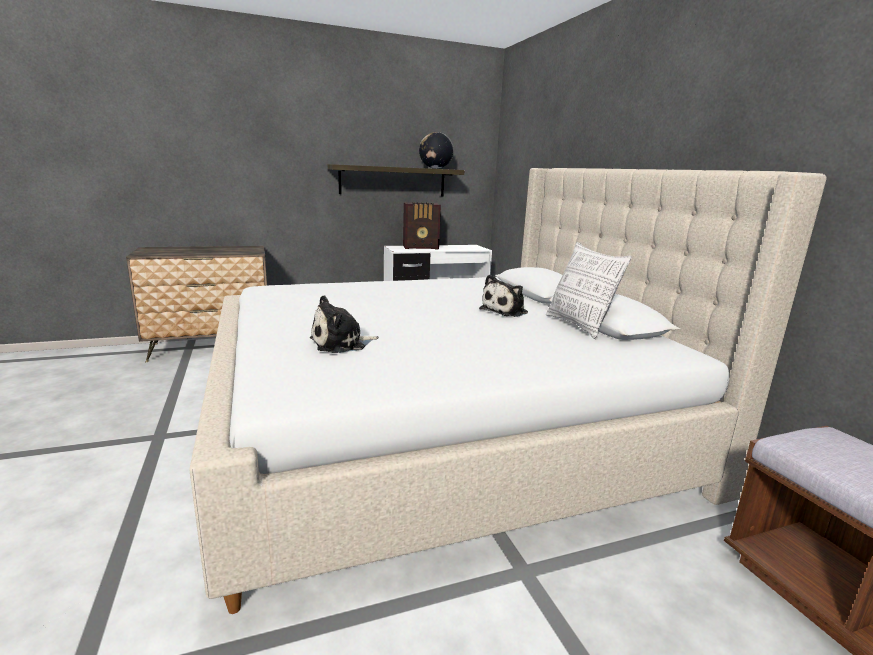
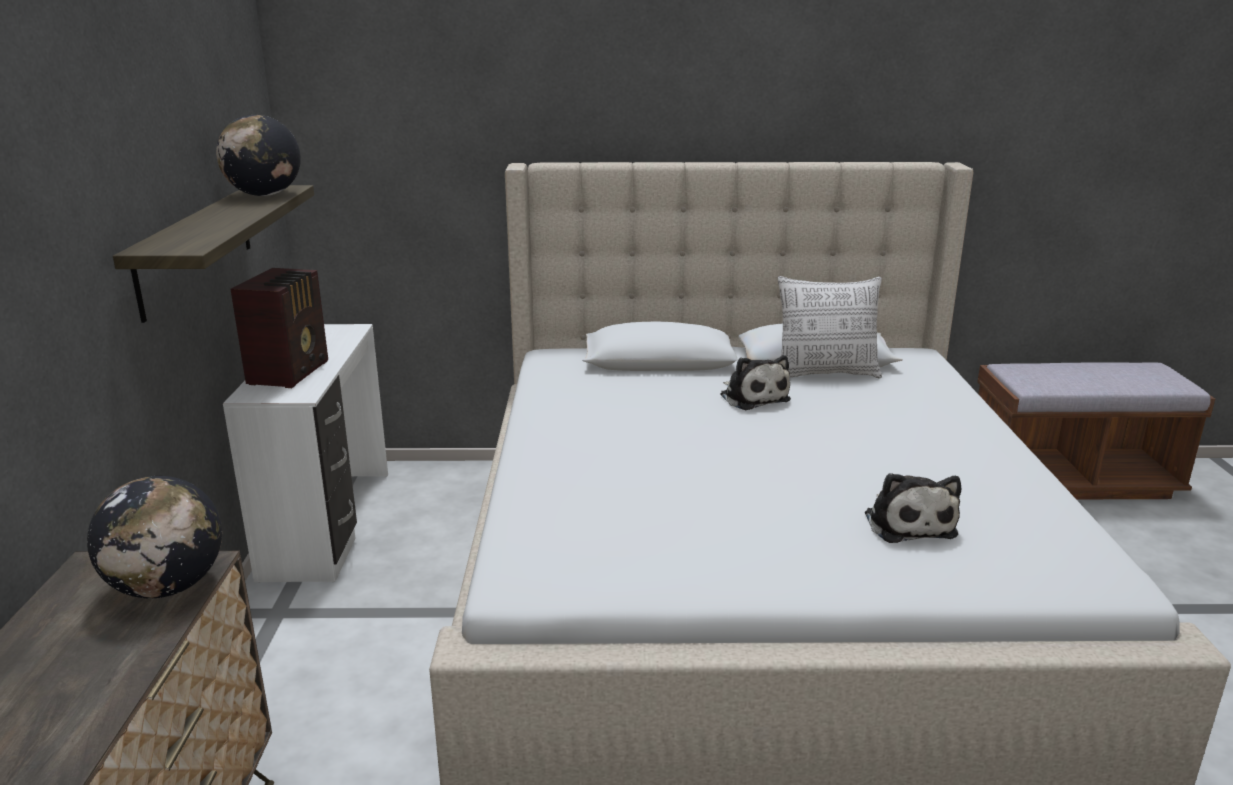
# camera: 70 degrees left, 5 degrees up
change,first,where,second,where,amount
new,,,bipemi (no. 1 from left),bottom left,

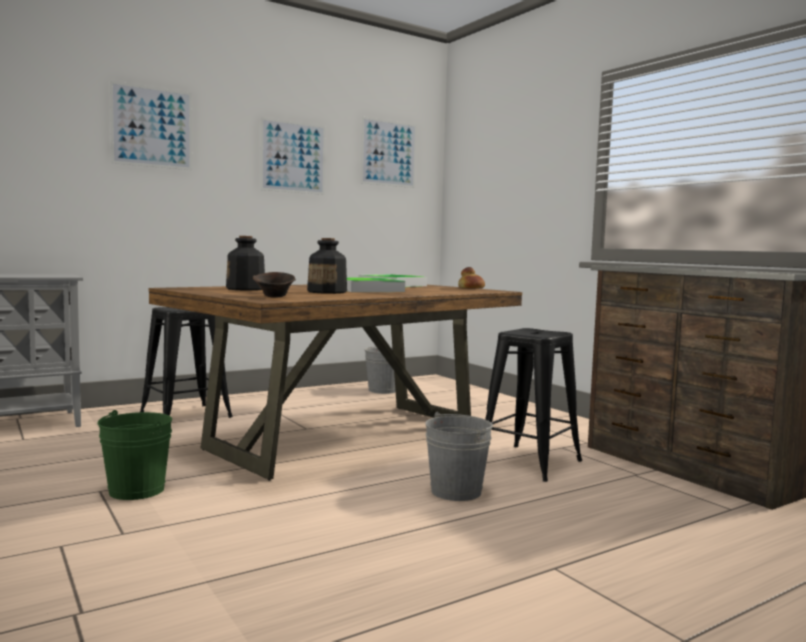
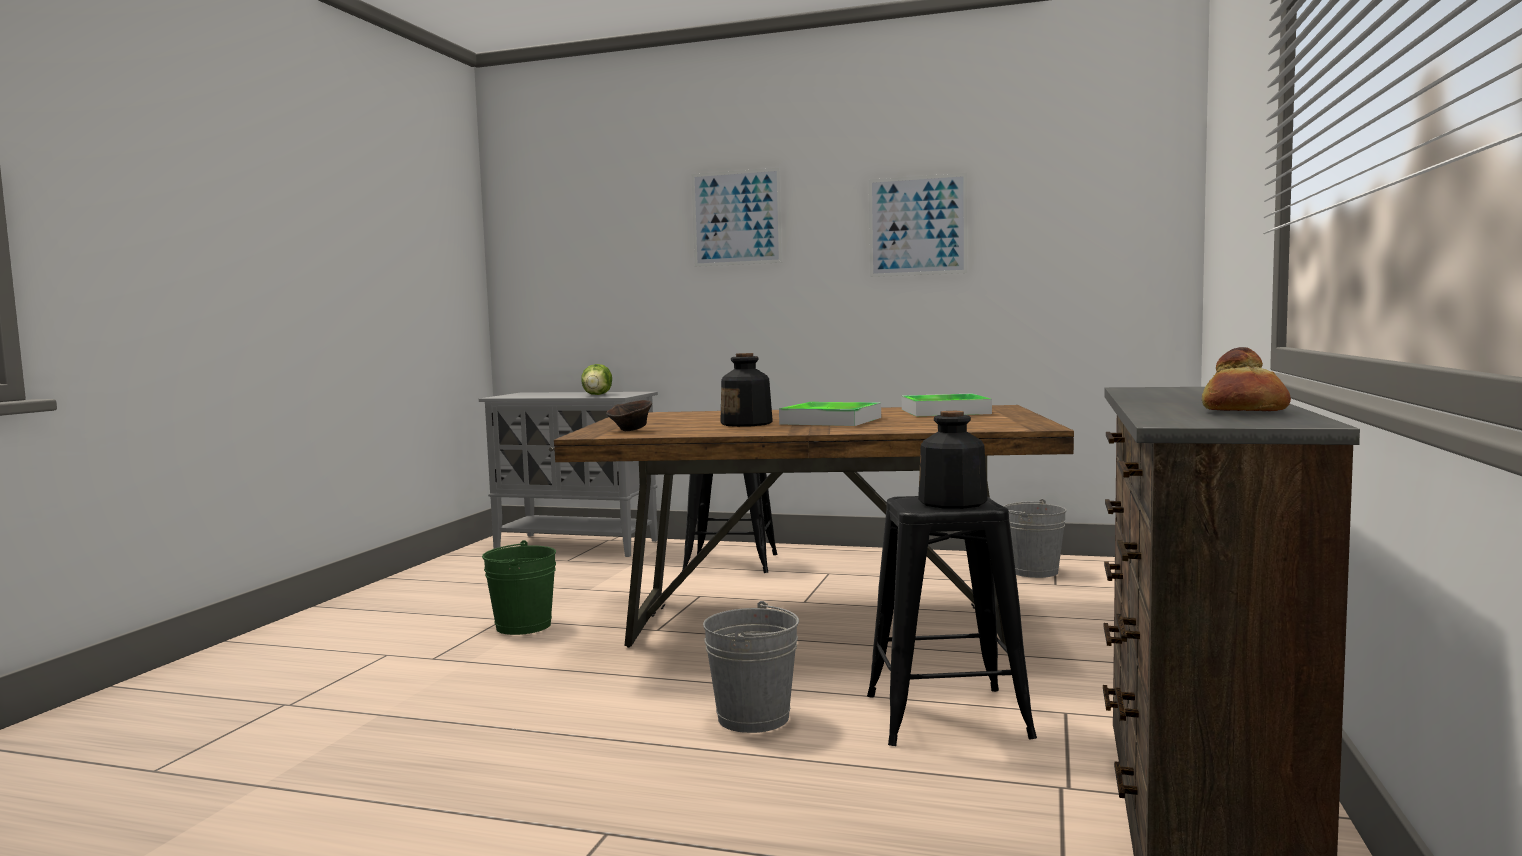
# camera: 50 degrees right, 0 degrees up
change,first,where,second,where,amount
gone,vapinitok (no. 3 from left),top centre,,,
shifted,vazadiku (no. 1 from left in the first image),middle left,vazadiku (no. 2 from left),centre,
shifted,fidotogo,centre,,middle right,
new,,,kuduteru,centre,

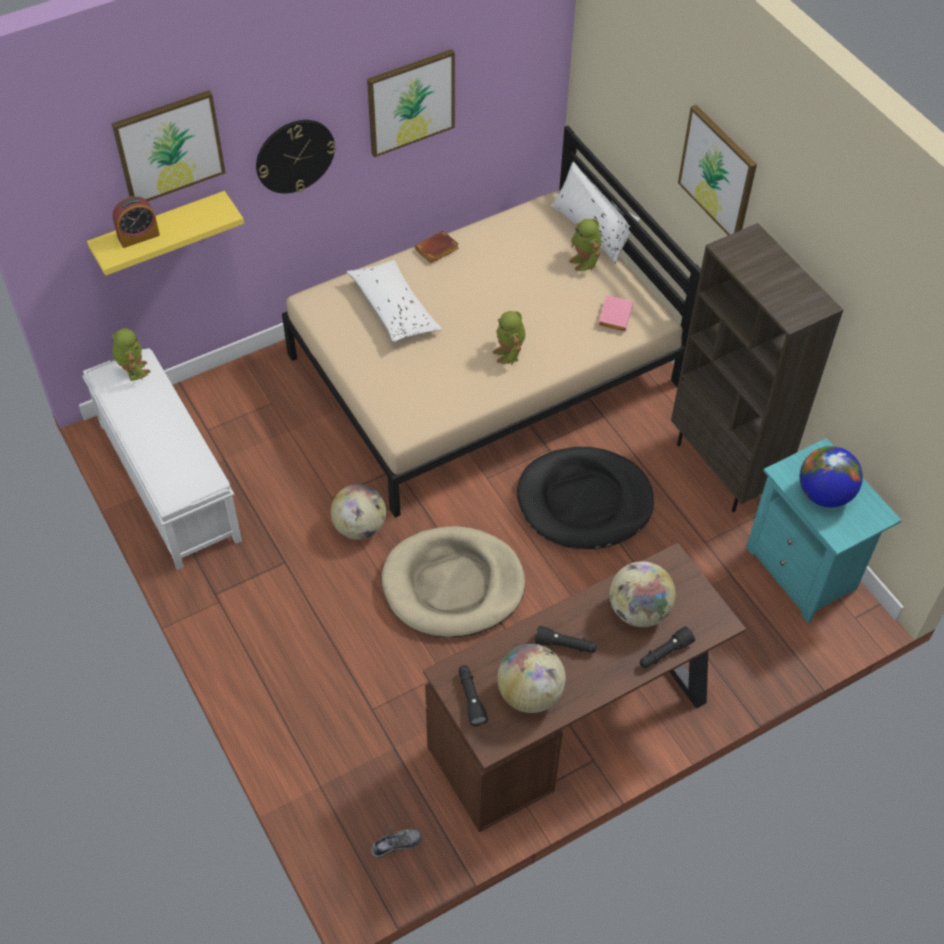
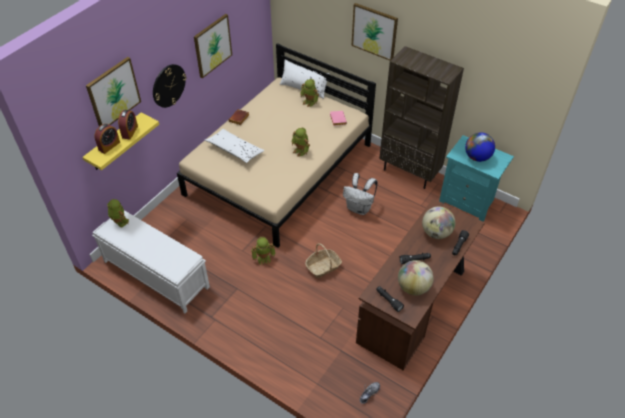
# camera: 25 degrees left, 5 degrees down
change,first,where,second,where,amount
swapped,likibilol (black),centre,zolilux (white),centre,
swapped,bipemi (no. 1 from left),centre,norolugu (no. 2 from left),centre,
swapped,likibilol (beige),centre,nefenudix,centre,
new,,,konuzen (no. 2 from left),top left,

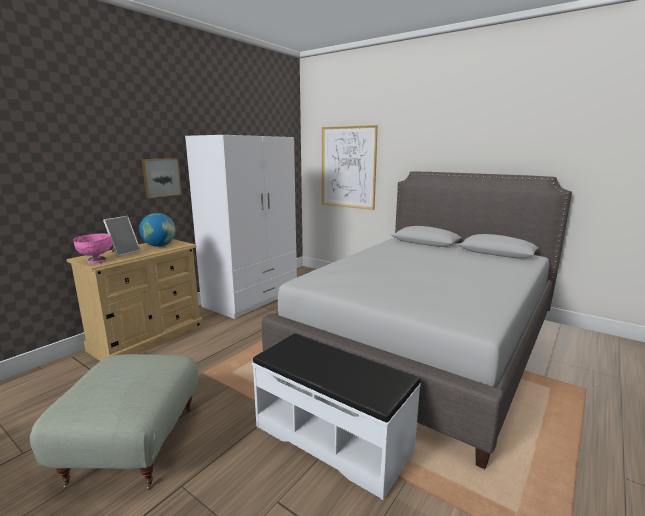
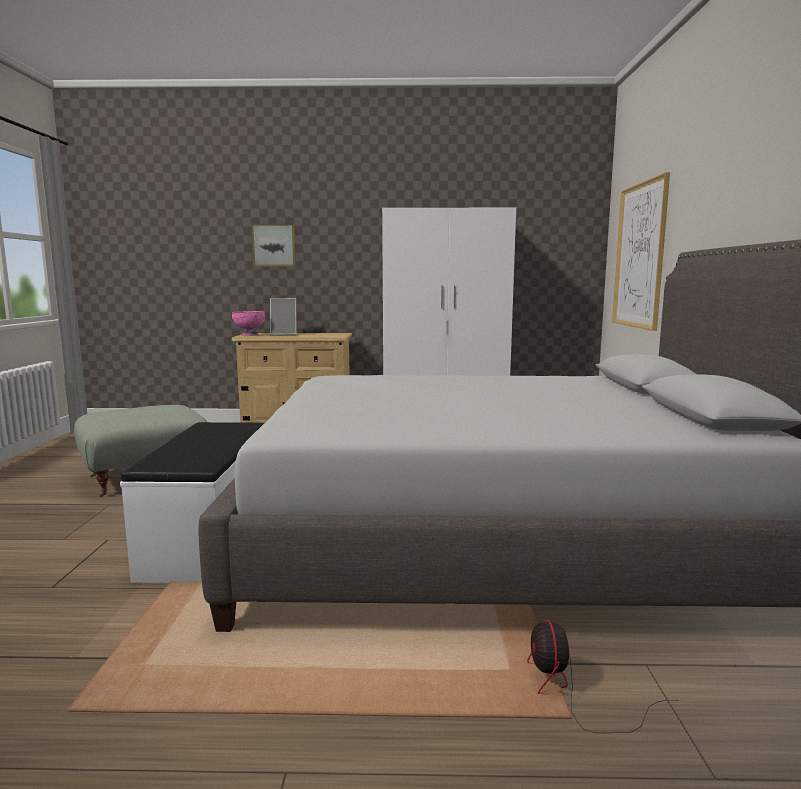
# camera: 55 degrees right, 5 degrees down
change,first,where,second,where,amount
shifted,vapinitok (no. 1 from left),middle left,,top centre,
gone,bipemi,middle left,,,
new,,,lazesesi,bottom right,

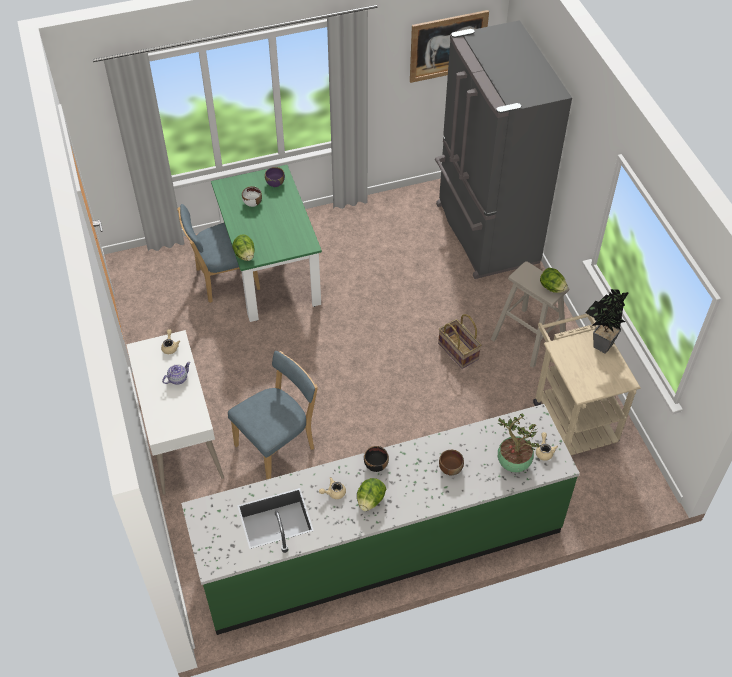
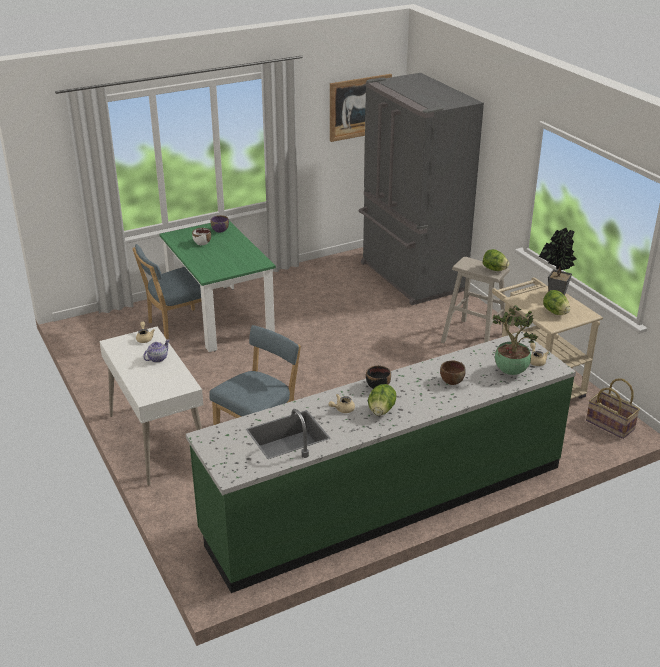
# camera: 10 degrees left, 20 degrees down
change,first,where,second,where,amount
shifted,kuduteru (no. 1 from left in the first image),middle left,kuduteru (no. 3 from left),middle right,
shifted,nefenudix,centre,,middle right,

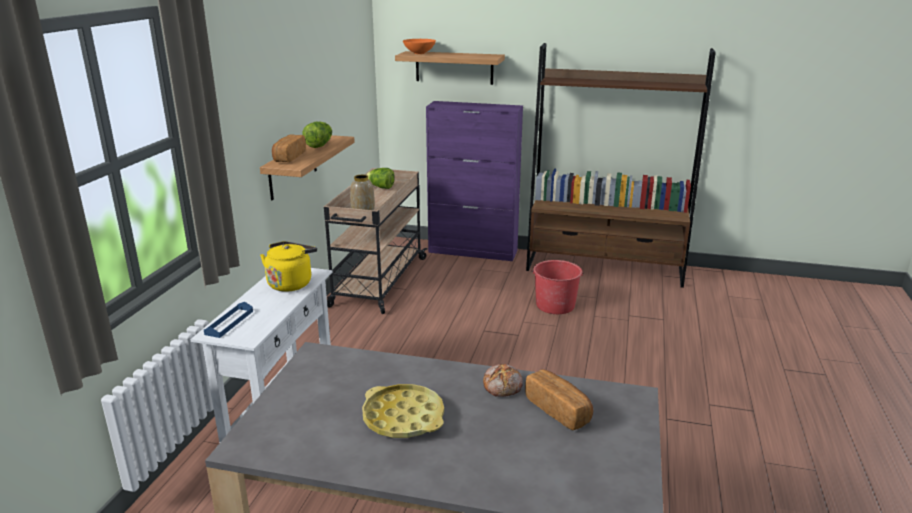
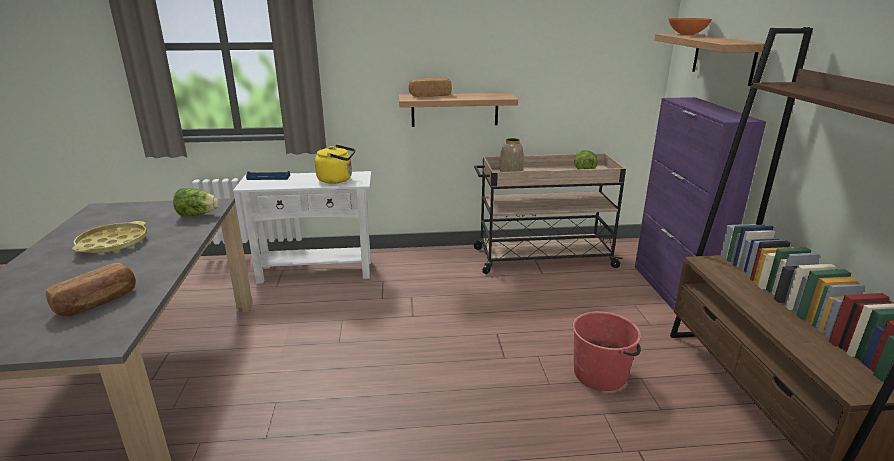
# camera: 70 degrees right, 0 degrees up
change,first,where,second,where,amount
shifted,kuduteru (no. 1 from left),top centre,,middle left,
gone,fidotogo (no. 2 from left),bottom centre,,,

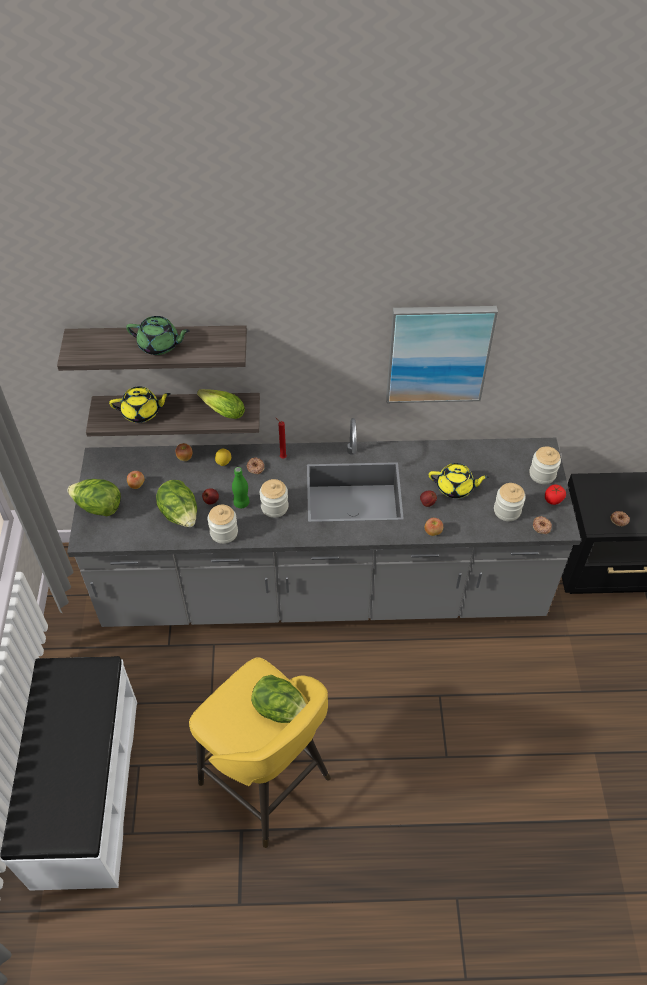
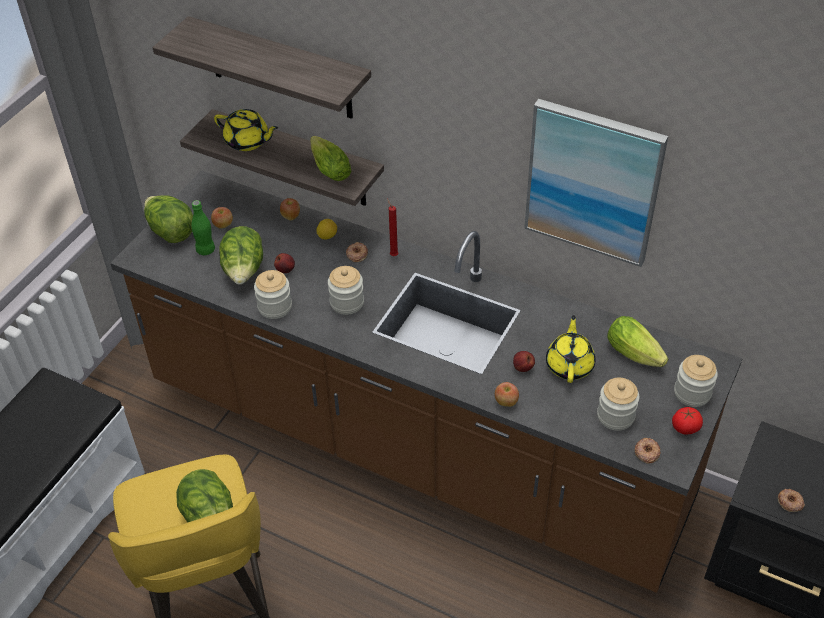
# camera: 30 degrees right, 5 degrees down
change,first,where,second,where,amount
gone,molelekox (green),middle left,,,
repainted,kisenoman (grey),centre,kisenoman (brown),centre,
rotated,molelekox (yellow) (no. 2 from left),middle right,,middle right,120 degrees counterclockwise
shifted,vazadiku (green),centre,,middle left,
new,,,kuduteru (no. 5 from left),middle right,

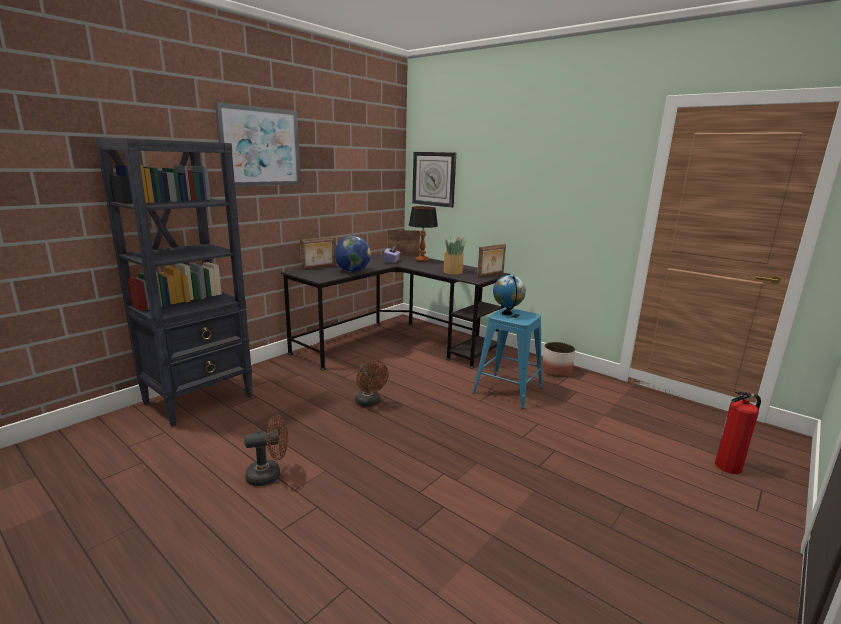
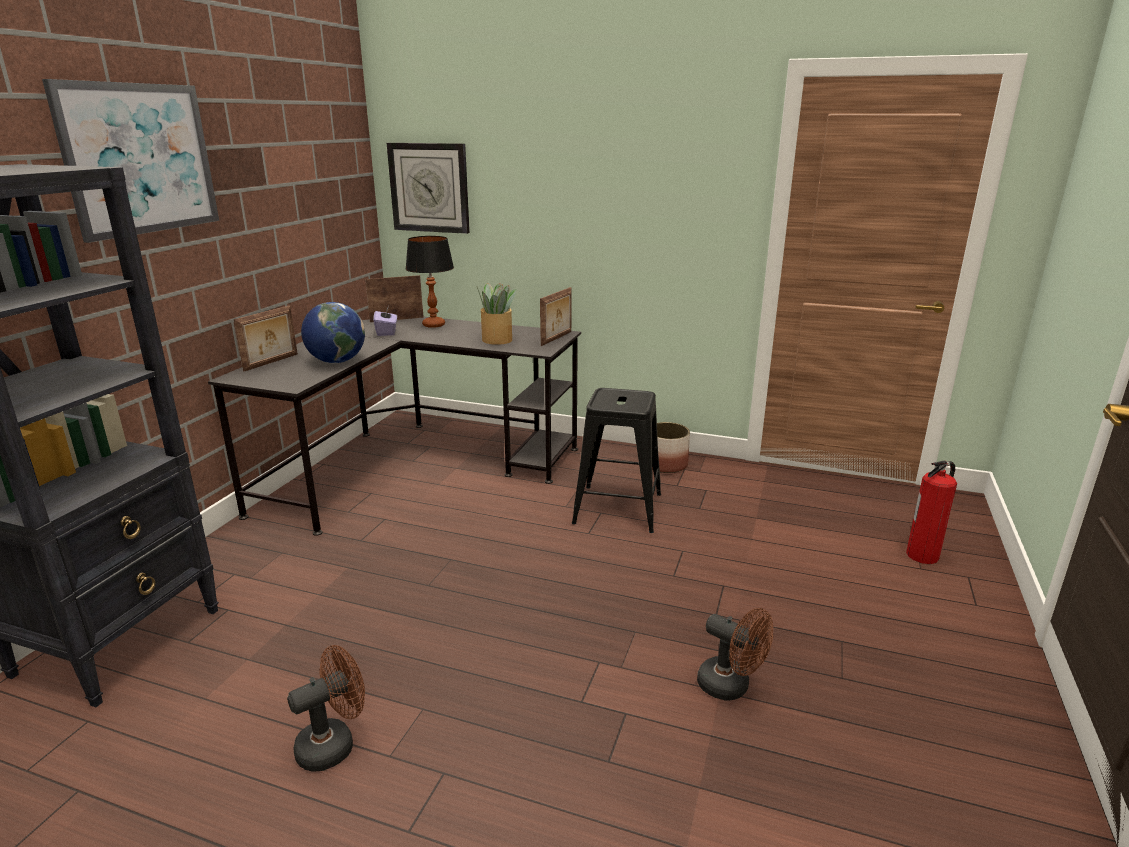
# camera: 20 degrees left, 5 degrees up
change,first,where,second,where,amount
gone,bipemi (no. 2 from left),centre,,,
repainted,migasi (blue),centre,migasi (black),centre,
shifted,lazesesi (brown) (no. 2 from left),centre,,bottom centre,

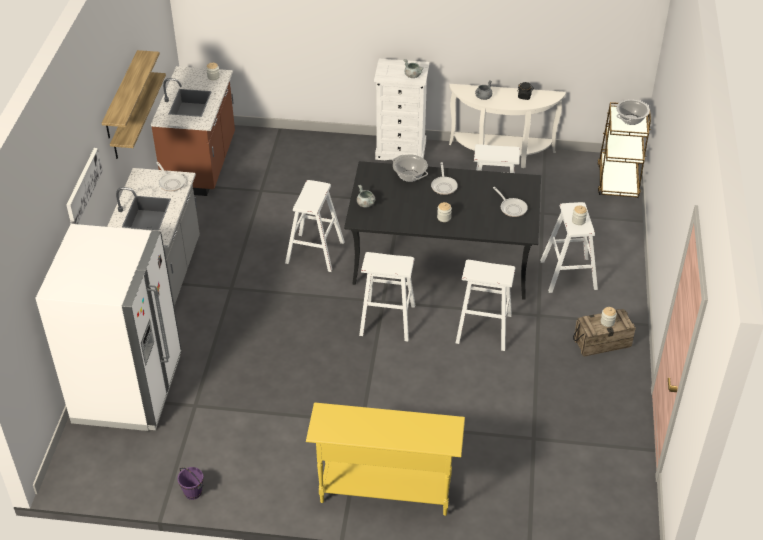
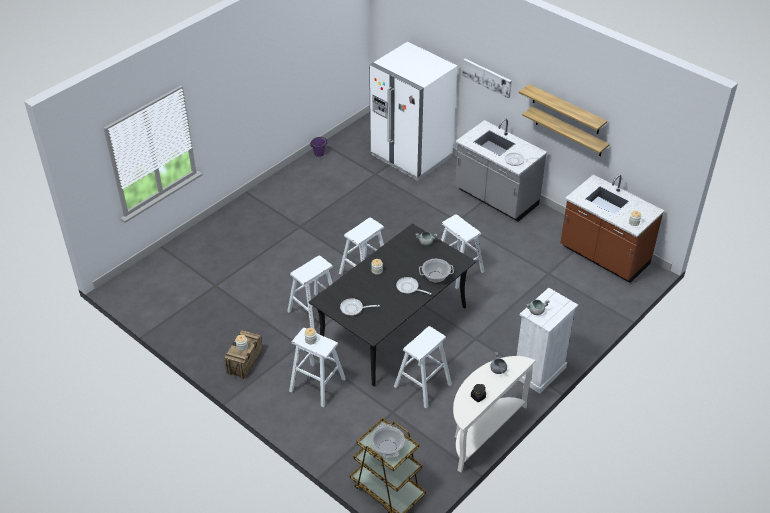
# camera: 125 degrees right, 0 degrees up
change,first,where,second,where,amount
gone,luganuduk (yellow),bottom centre,,,

